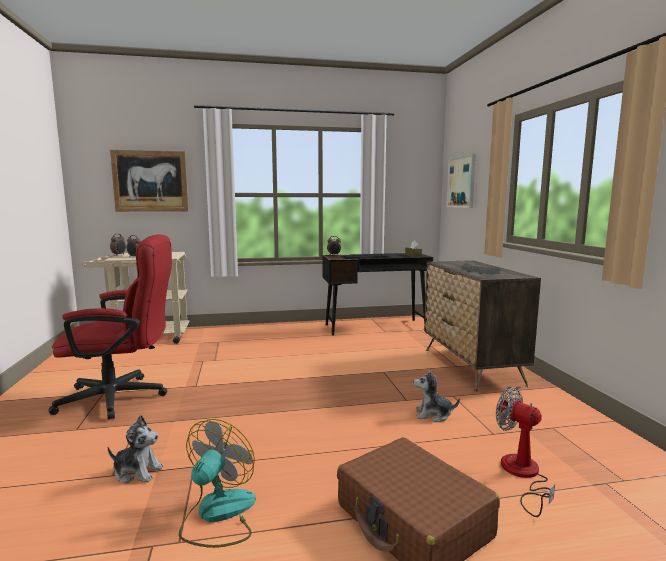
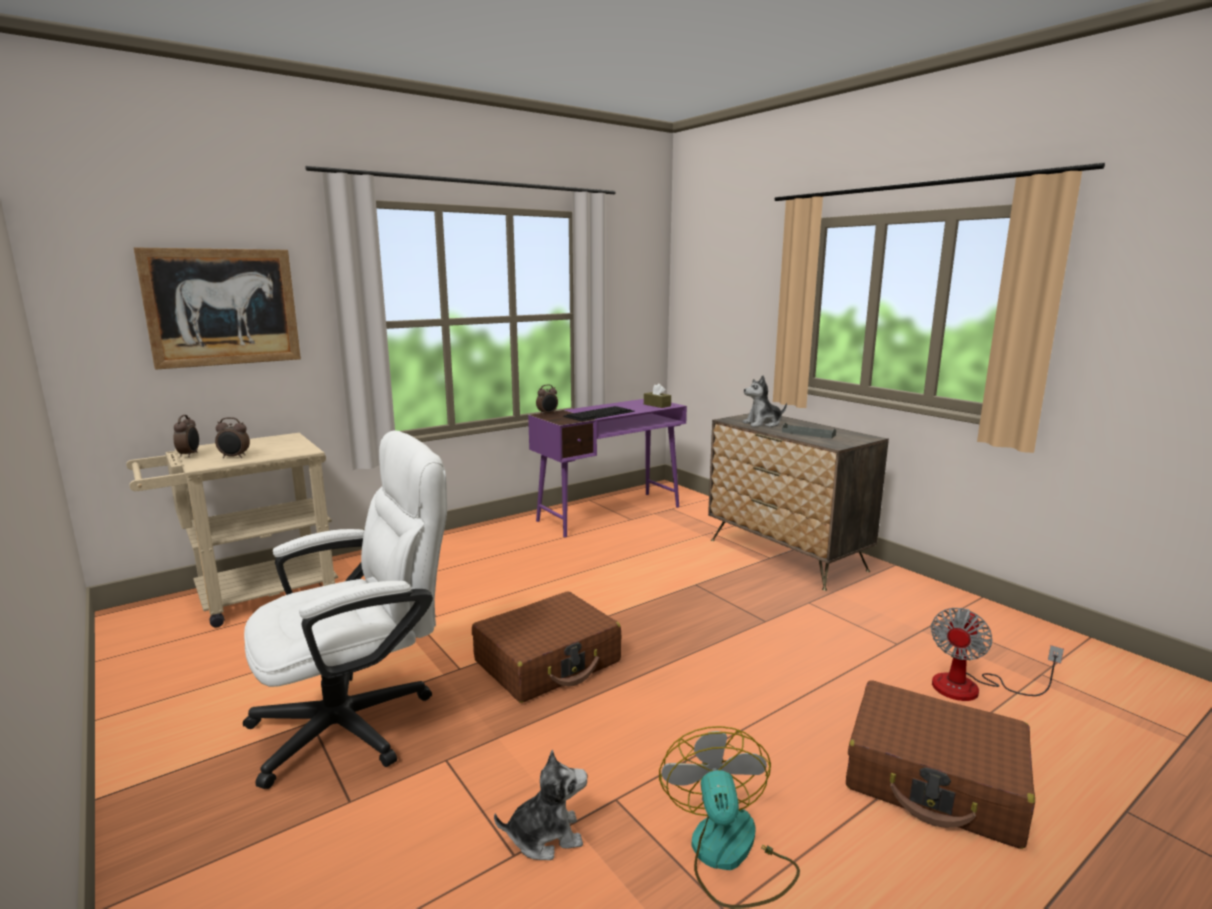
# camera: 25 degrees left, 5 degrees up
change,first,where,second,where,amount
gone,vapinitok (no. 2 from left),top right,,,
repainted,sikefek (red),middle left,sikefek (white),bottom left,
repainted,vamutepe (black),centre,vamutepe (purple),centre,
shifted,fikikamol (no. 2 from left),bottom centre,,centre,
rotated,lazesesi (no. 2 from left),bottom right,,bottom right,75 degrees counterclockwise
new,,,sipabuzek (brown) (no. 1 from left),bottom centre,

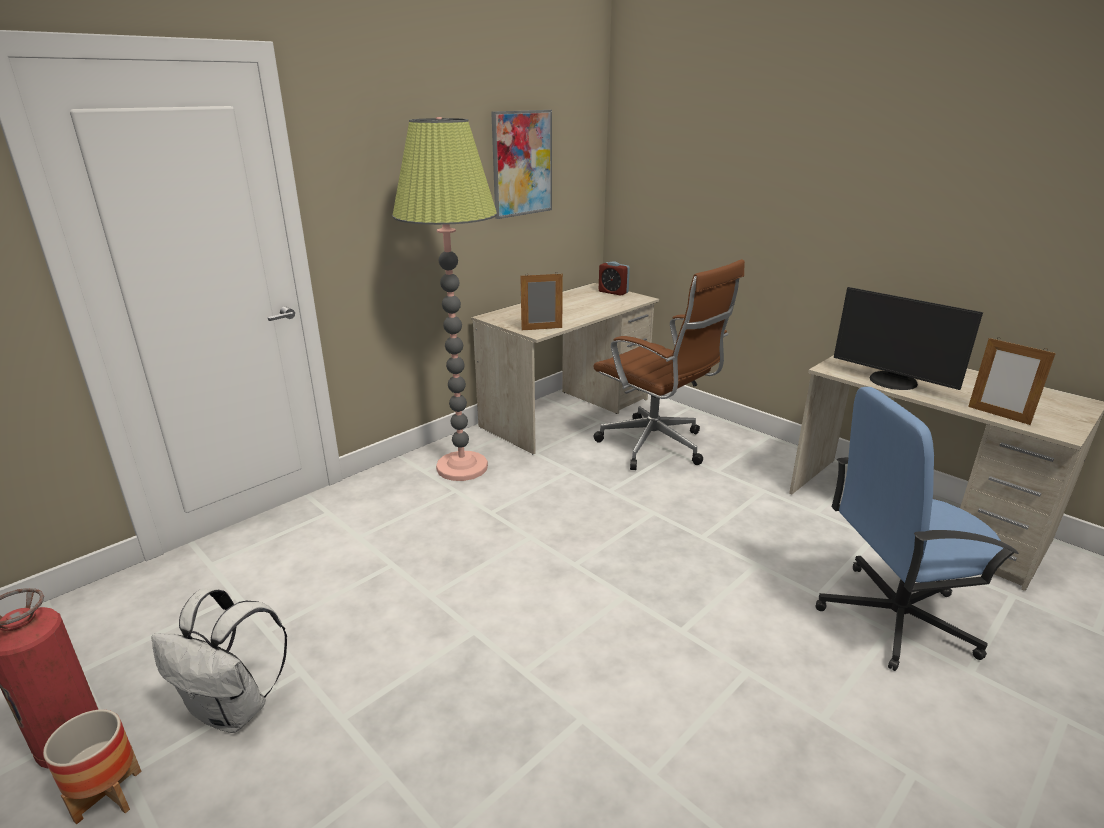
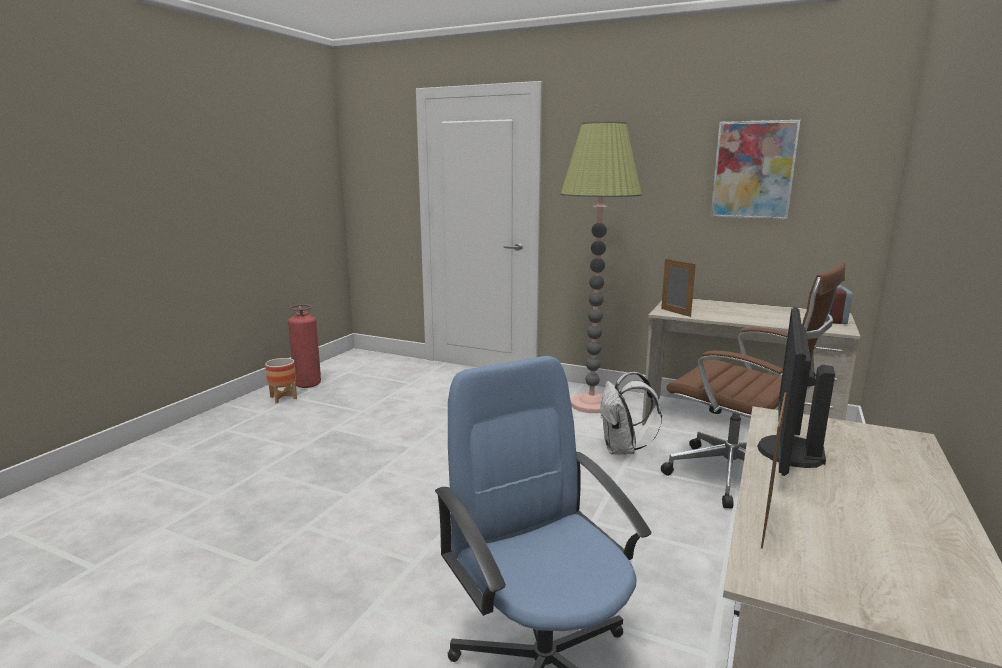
# camera: 70 degrees right, 10 degrees down
change,first,where,second,where,amount
rotated,sikefek (brown),centre,,middle right,75 degrees counterclockwise
shifted,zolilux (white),bottom left,,centre,

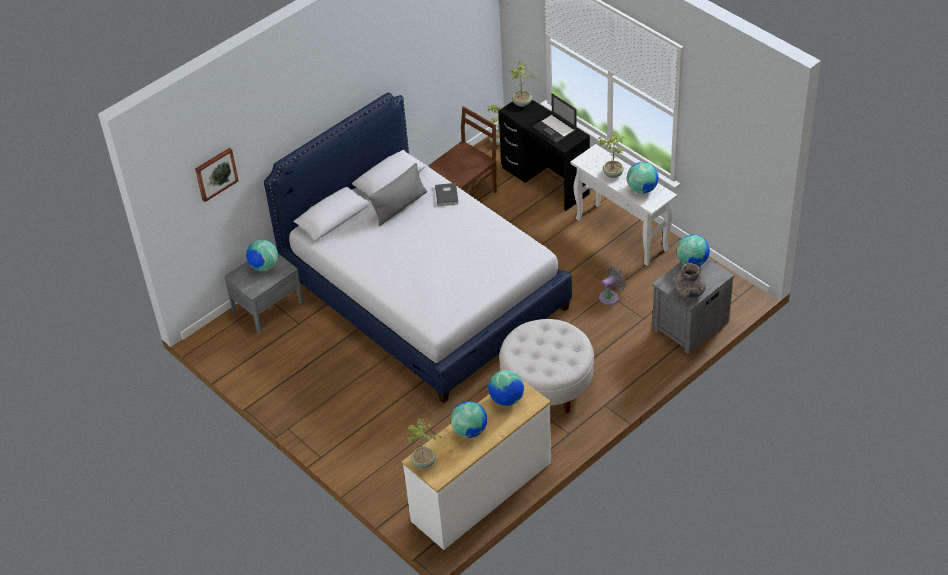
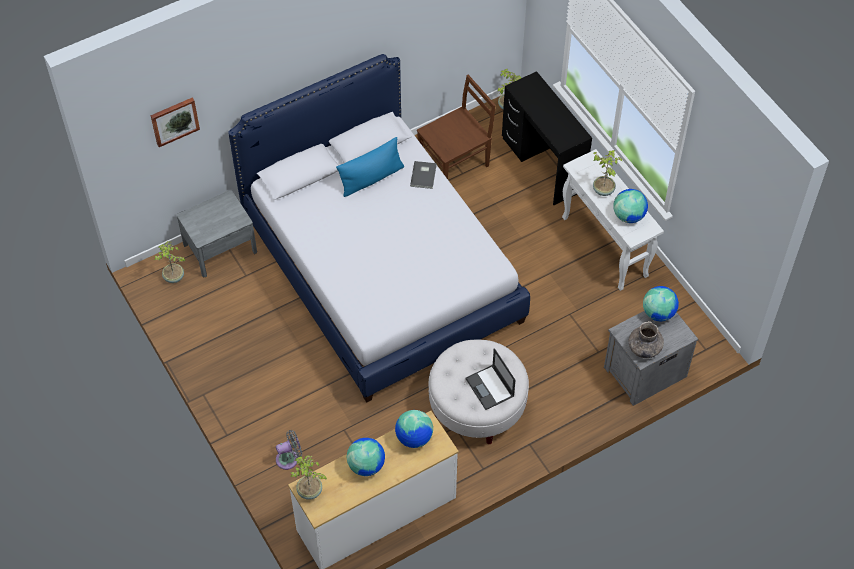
# camera: 10 degrees right, 10 degrees up
change,first,where,second,where,amount
shifted,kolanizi (no. 3 from left in the first image),top centre,kolanizi (no. 1 from left),middle left,
shifted,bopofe,top centre,,centre,
repainted,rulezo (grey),centre,rulezo (blue),top centre,
gone,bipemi (no. 1 from left),middle left,,,
shifted,lazesesi (grey),centre,,bottom centre,

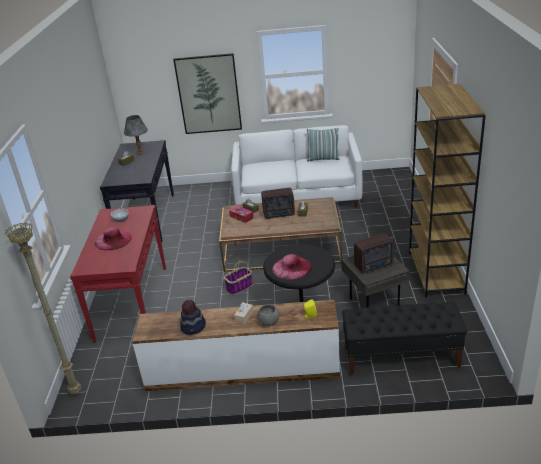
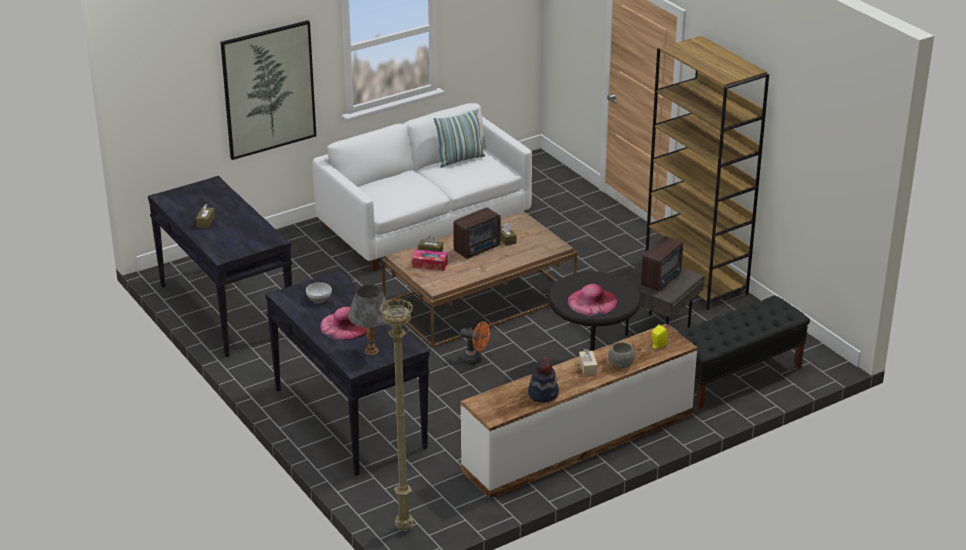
# camera: 35 degrees left, 0 degrees up
change,first,where,second,where,amount
shifted,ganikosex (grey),top left,,centre,
repainted,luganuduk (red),middle left,luganuduk (black) (no. 2 from left),bottom centre,
swapped,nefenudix,centre,lazesesi (orange),centre,

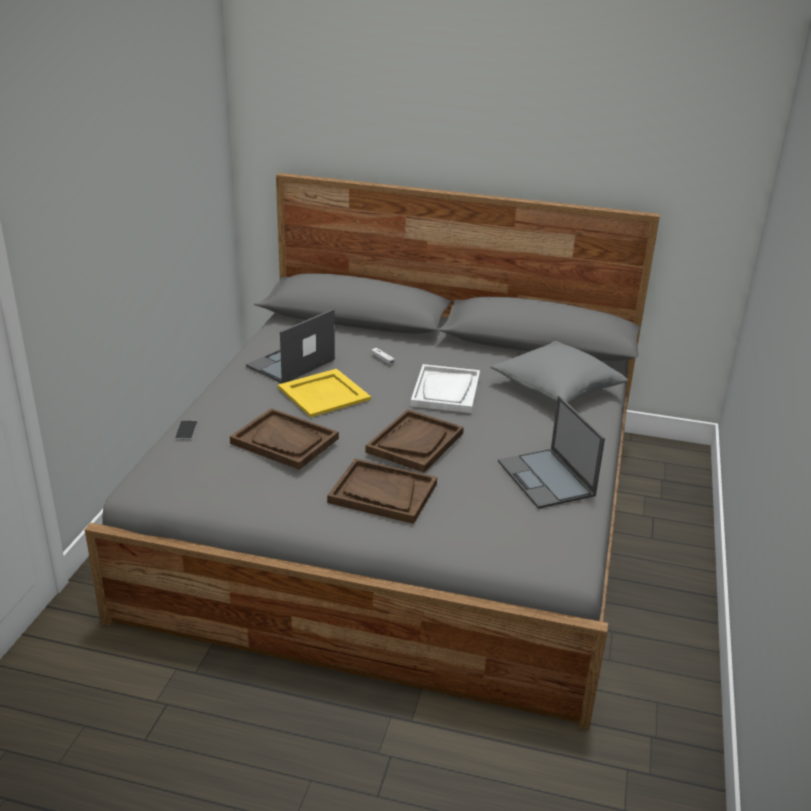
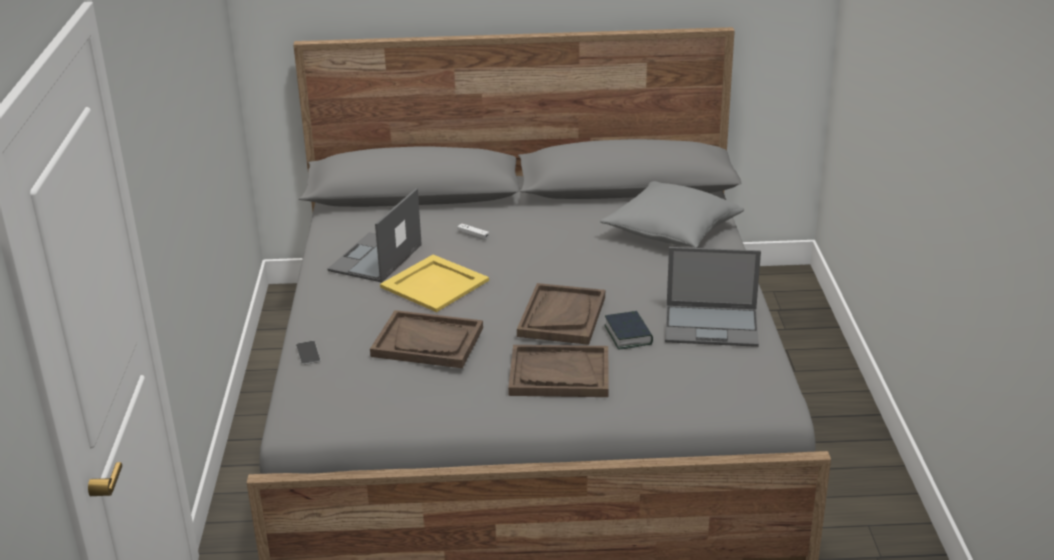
# camera: 15 degrees left, 0 degrees up
change,first,where,second,where,amount
gone,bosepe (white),centre,,,
rotated,bopofe (no. 2 from left),middle right,,middle right,45 degrees counterclockwise
new,,,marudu,centre,

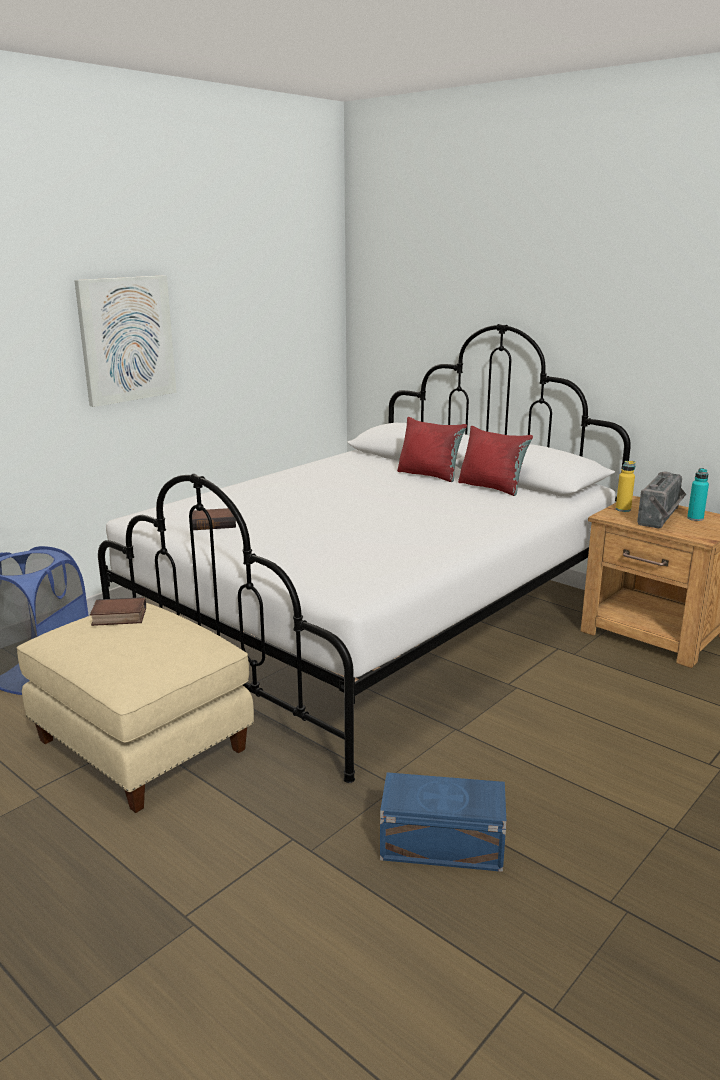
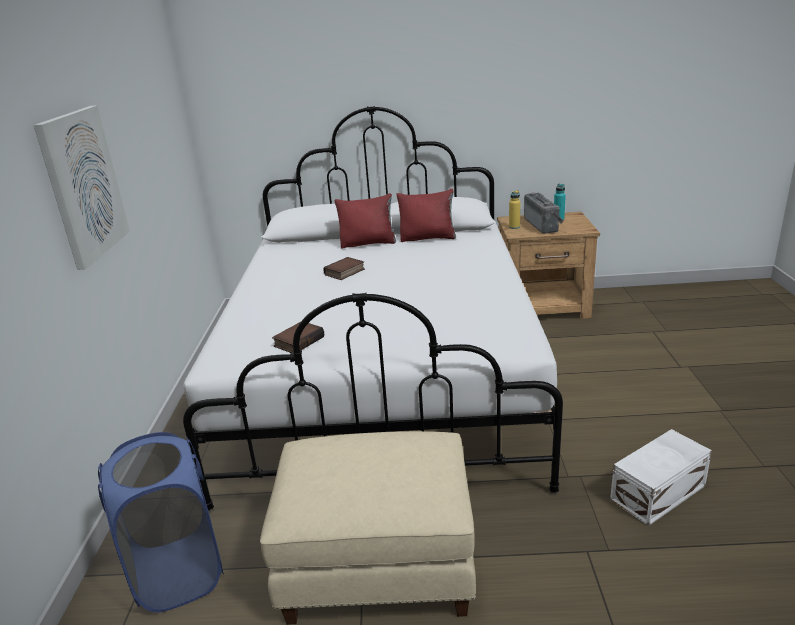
# camera: 40 degrees left, 5 degrees up
change,first,where,second,where,amount
shifted,marudu (no. 1 from left in the first image),middle left,marudu (no. 2 from left),centre,
repainted,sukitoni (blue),bottom centre,sukitoni (white),bottom right,

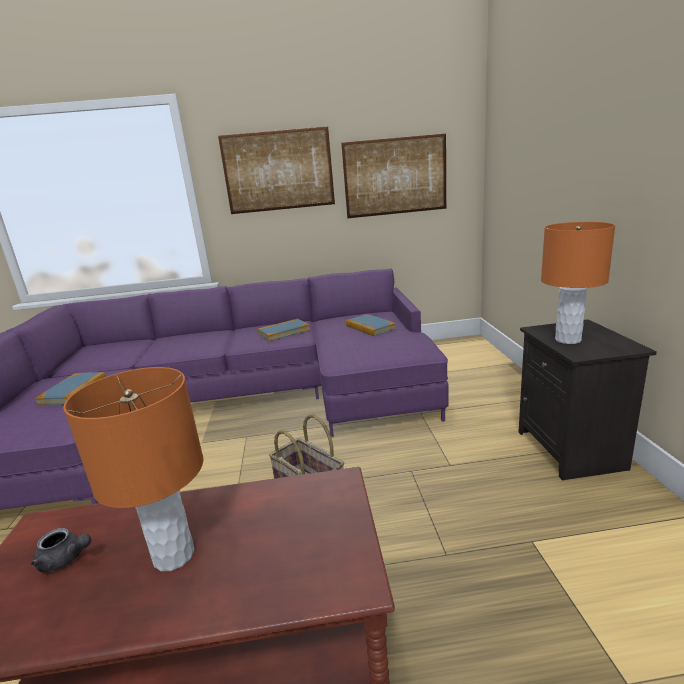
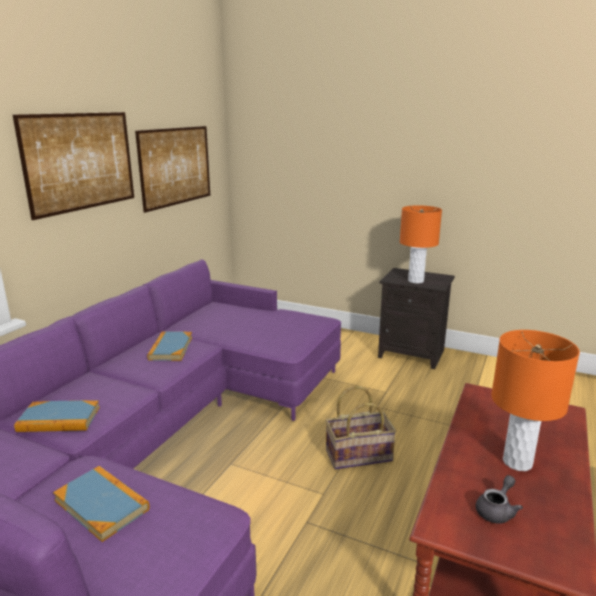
# camera: 60 degrees left, 0 degrees up
change,first,where,second,where,amount
shifted,marudu (no. 3 from left in the first image),centre,marudu (no. 1 from left),bottom left,

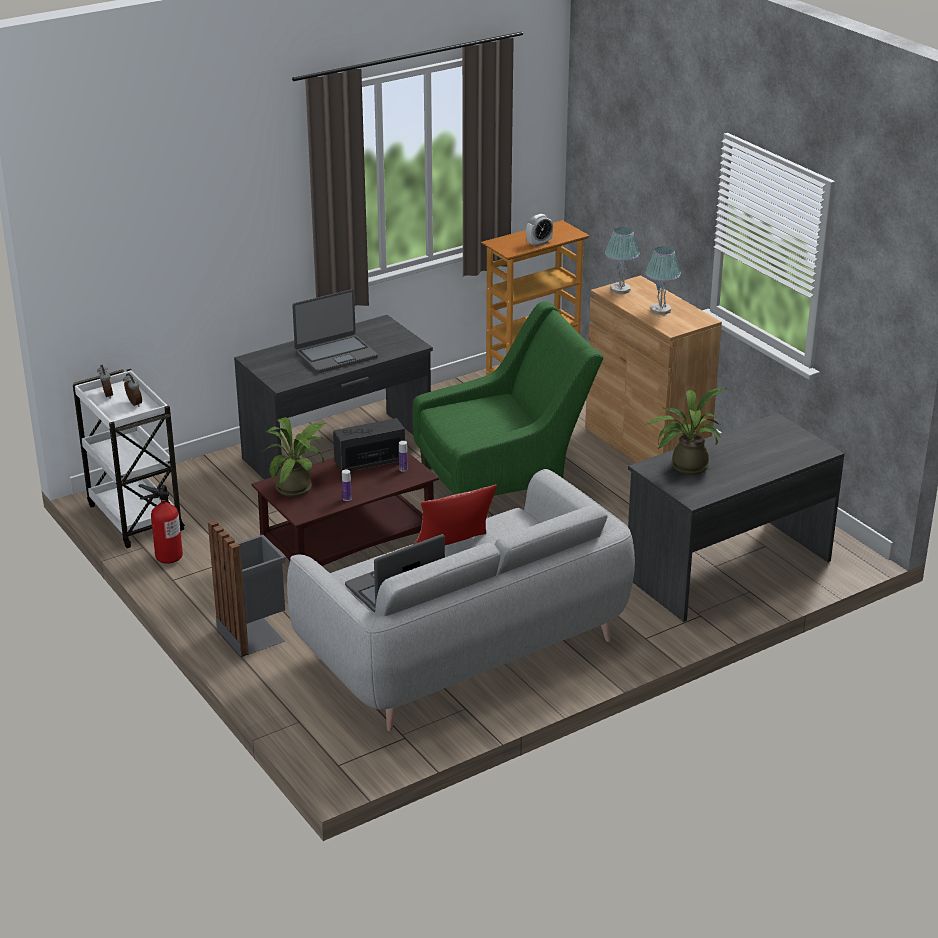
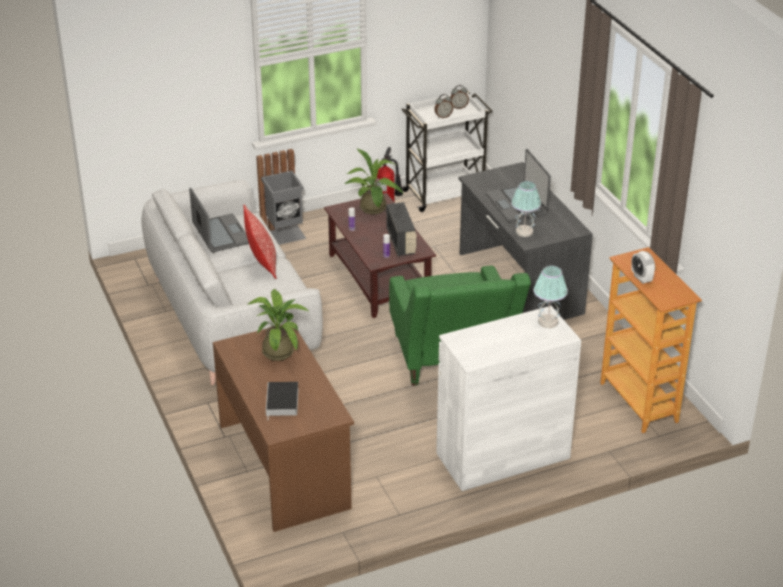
# camera: 100 degrees right, 5 degrees up
change,first,where,second,where,amount
shifted,ganikosex (no. 2 from left in the first image),top right,ganikosex (no. 1 from left),middle right,
repainted,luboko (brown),middle right,luboko (white),bottom centre,
repainted,vamutepe (grey) (no. 2 from left),middle right,vamutepe (brown),bottom centre,
new,,,marudu,bottom centre,

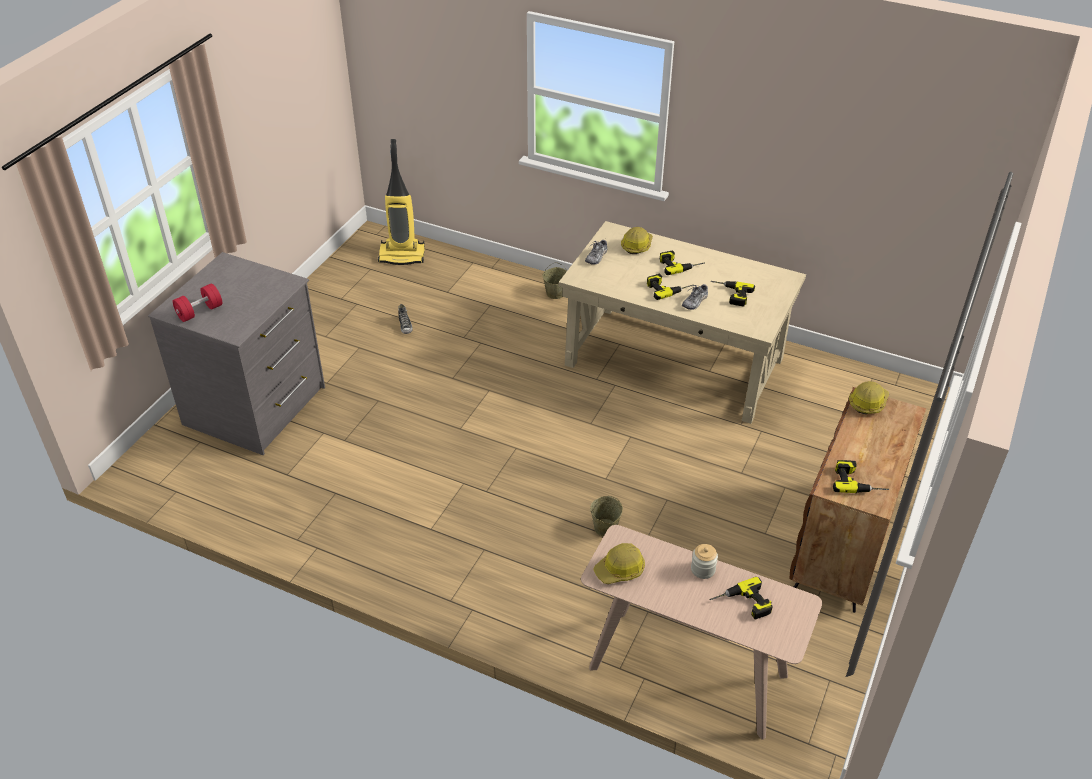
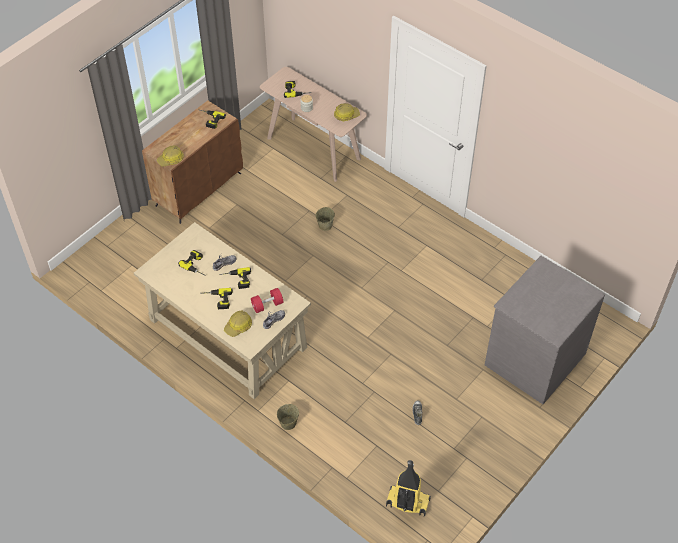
# camera: 165 degrees left, 10 degrees up
change,first,where,second,where,amount
shifted,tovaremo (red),middle left,,centre,

